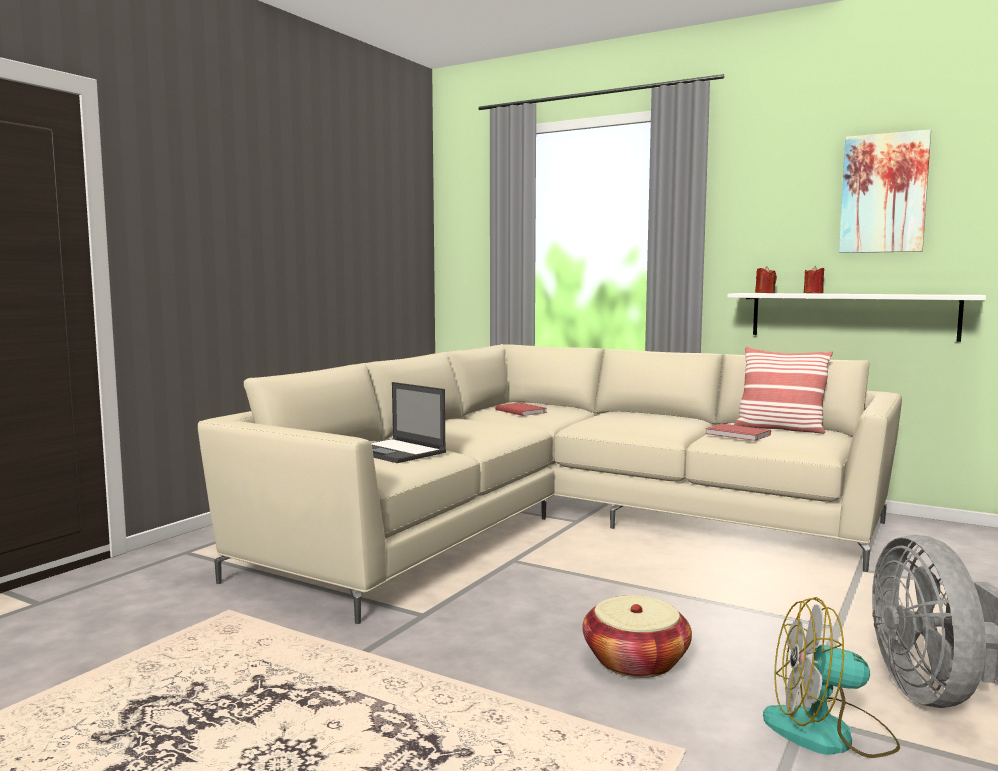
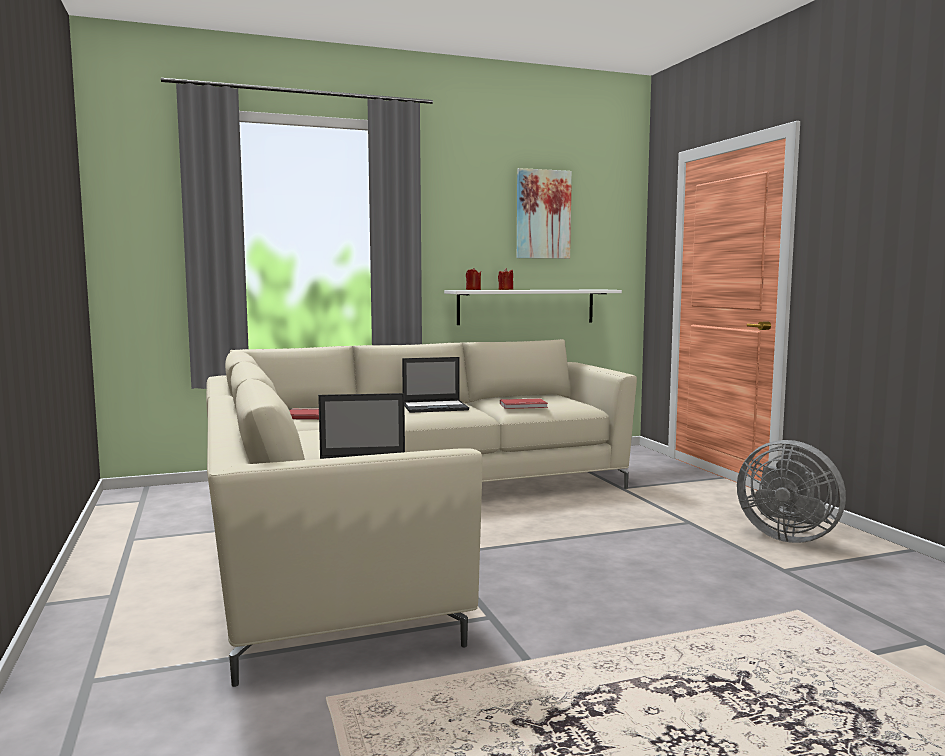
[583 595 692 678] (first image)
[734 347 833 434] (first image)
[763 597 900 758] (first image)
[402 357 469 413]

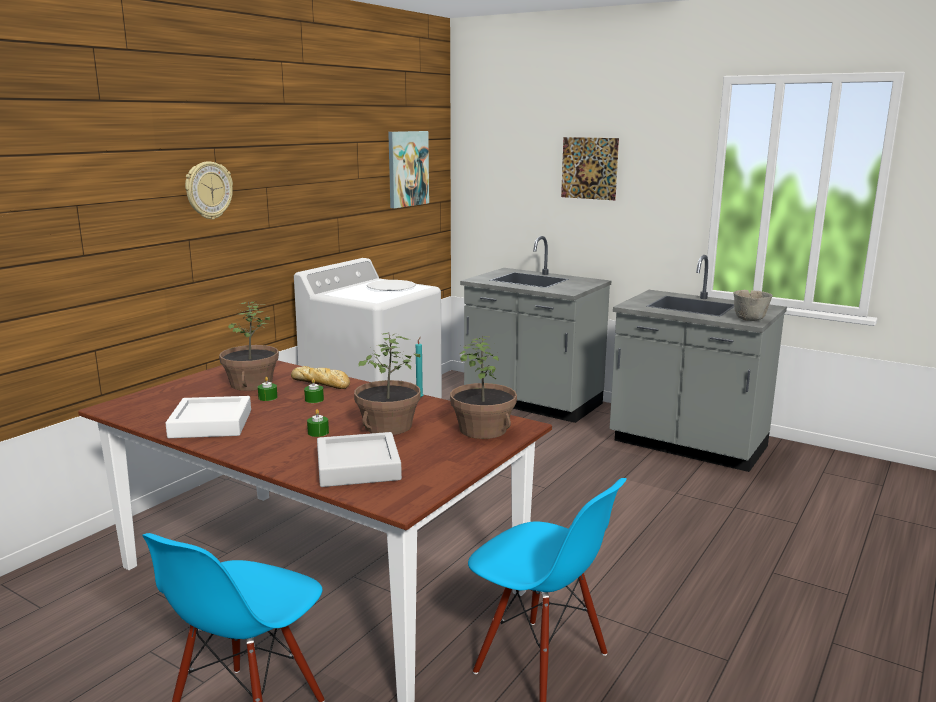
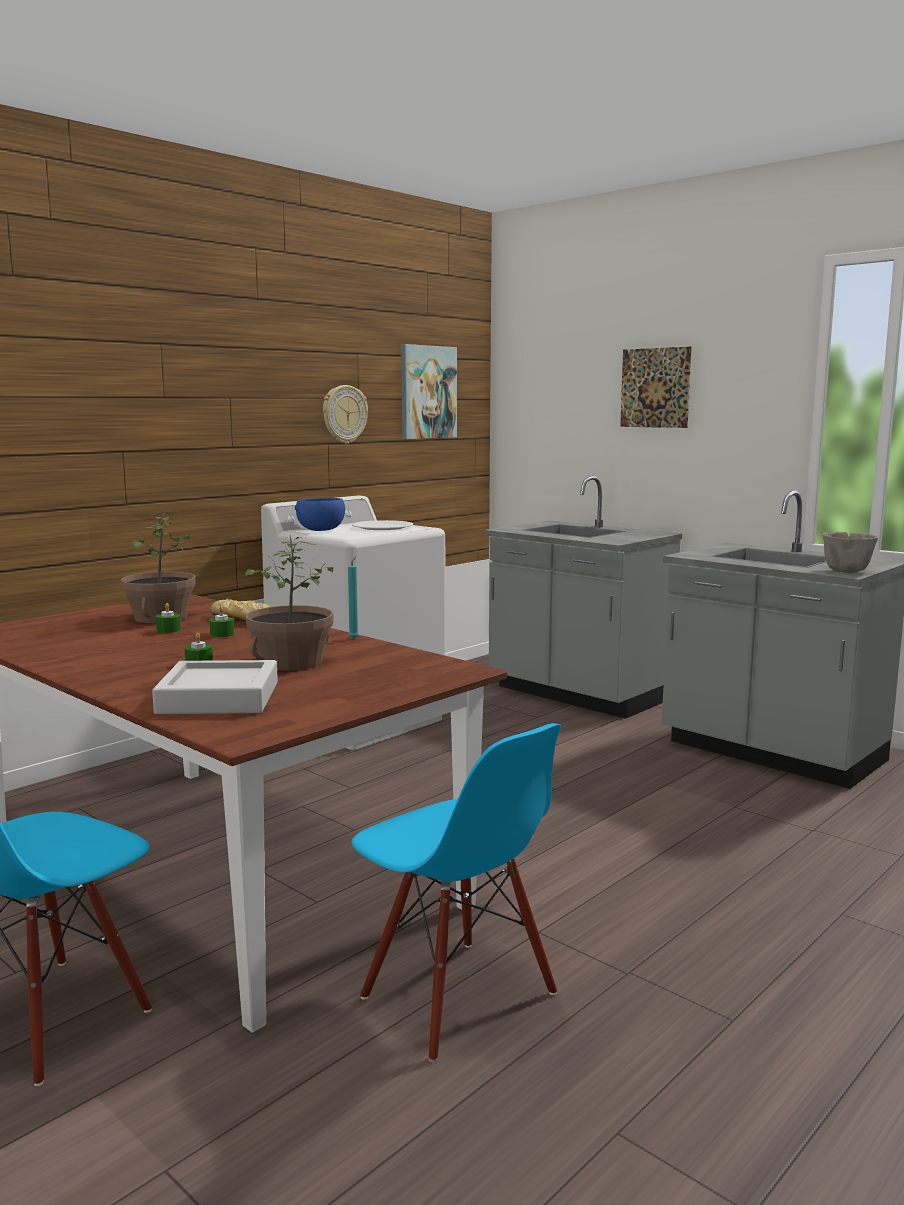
[165 396 251 438] (first image)
[450 335 517 439] (first image)
[295 498 345 531]
[323 385 368 444]

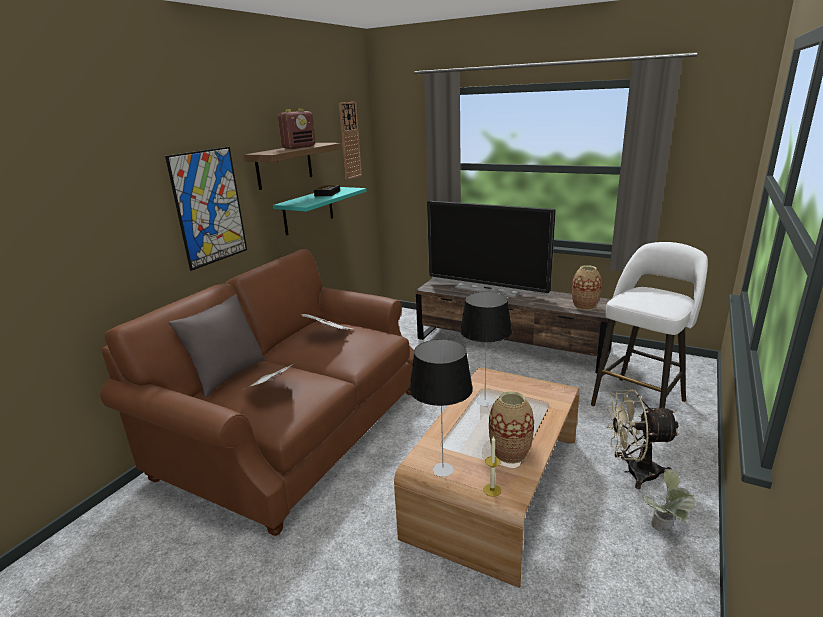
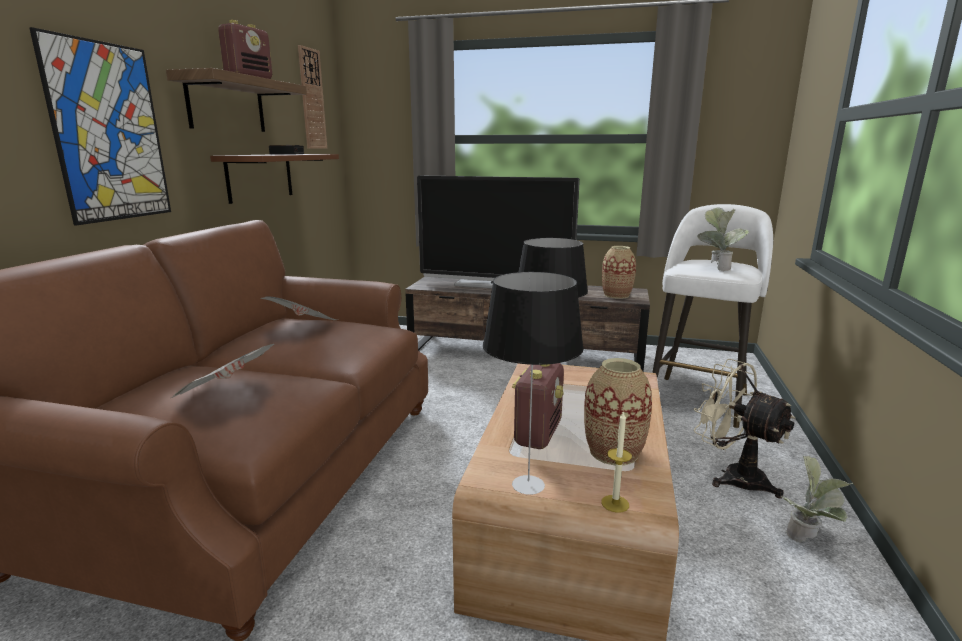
[168 294 266 397] (first image)
[512 363 564 449]
[698 207 749 271]
[210 154 339 204]
[693 359 795 499]

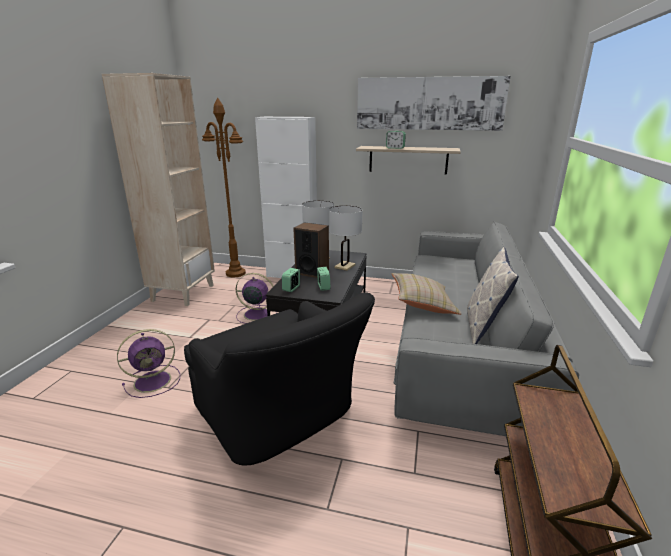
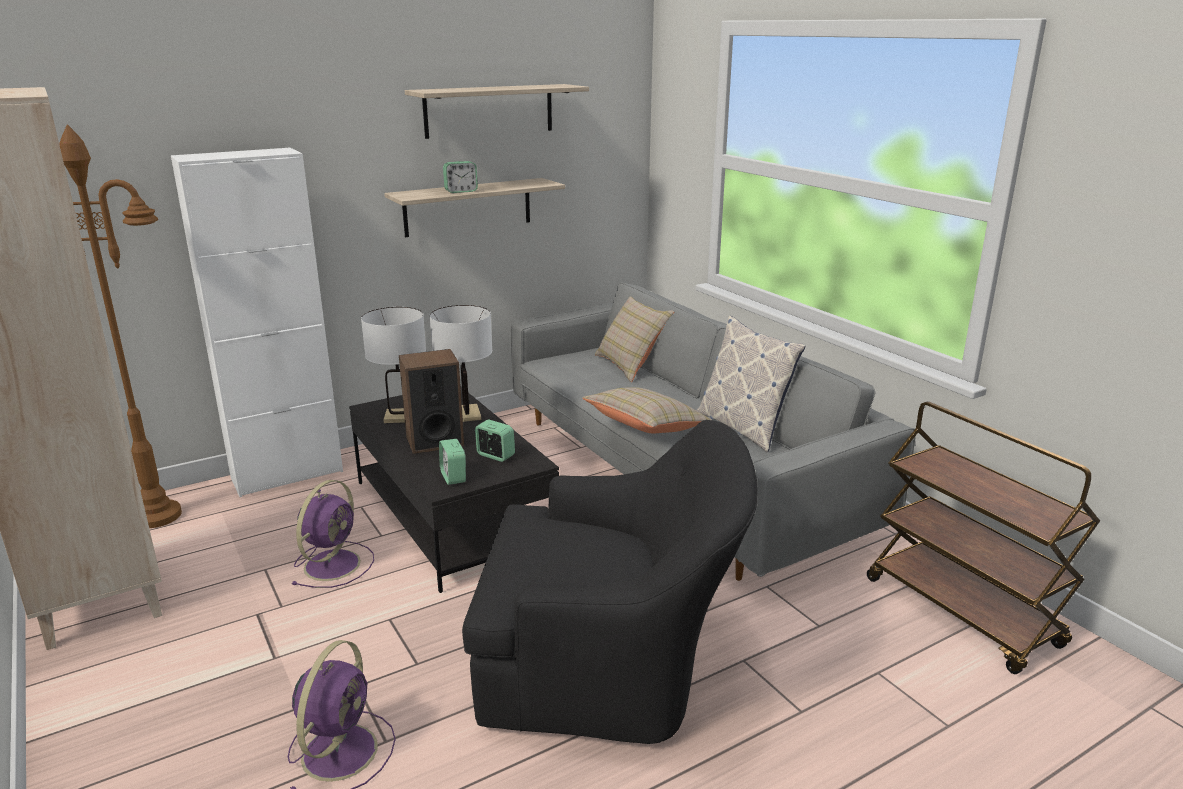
[595 296 675 382]
[405 84 589 139]
[291 480 374 588]

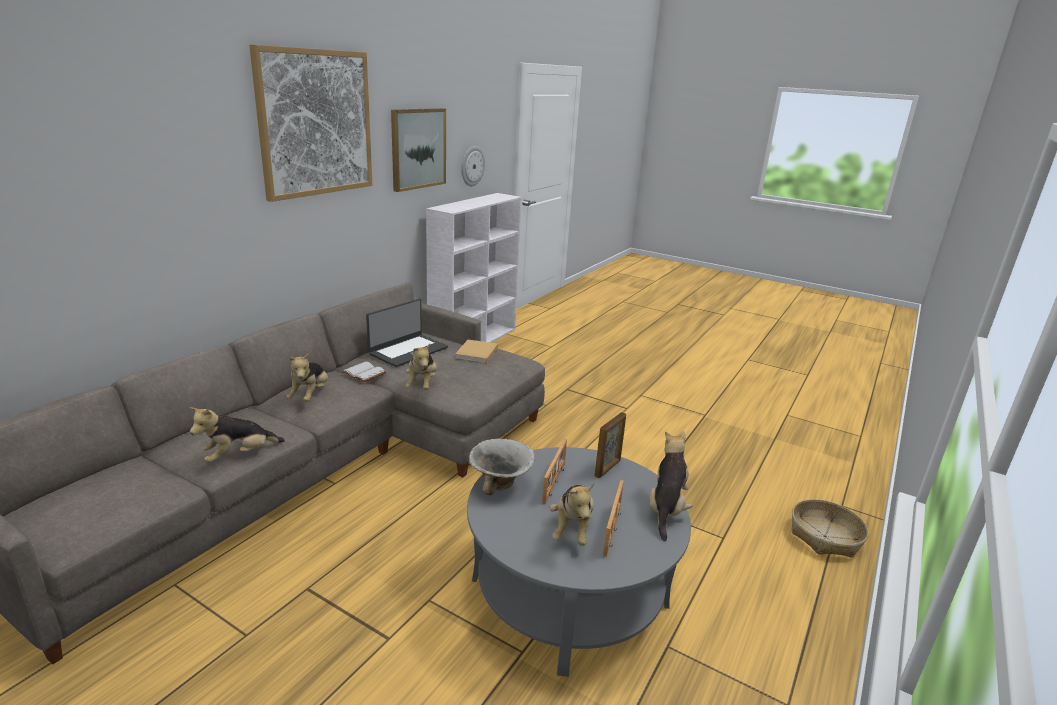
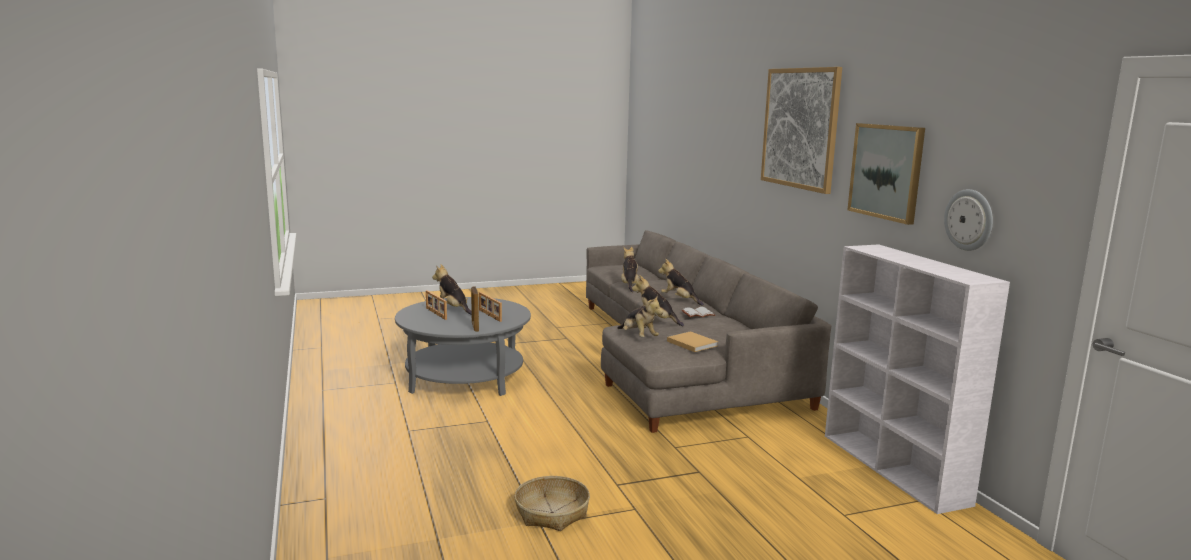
[366 298 448 367] (first image)
[469 438 535 495] (first image)
[617 295 663 337]
[514 476 590 531]

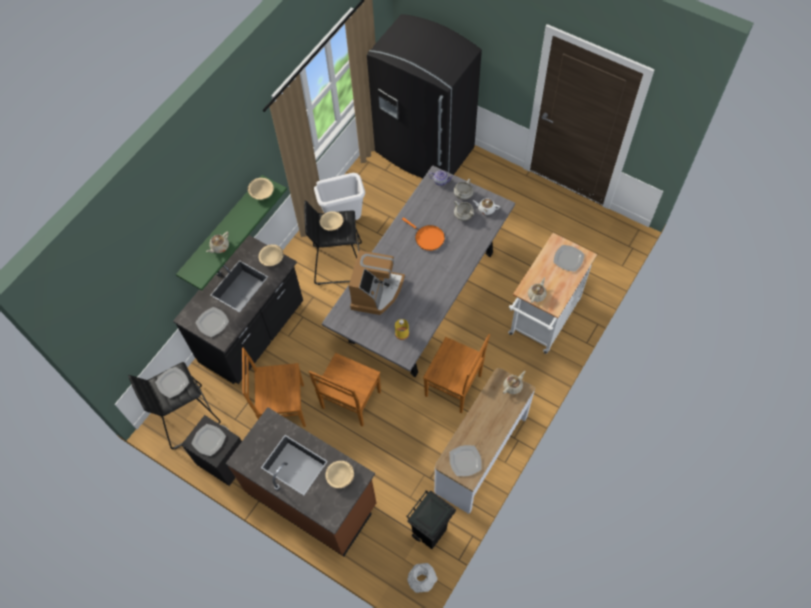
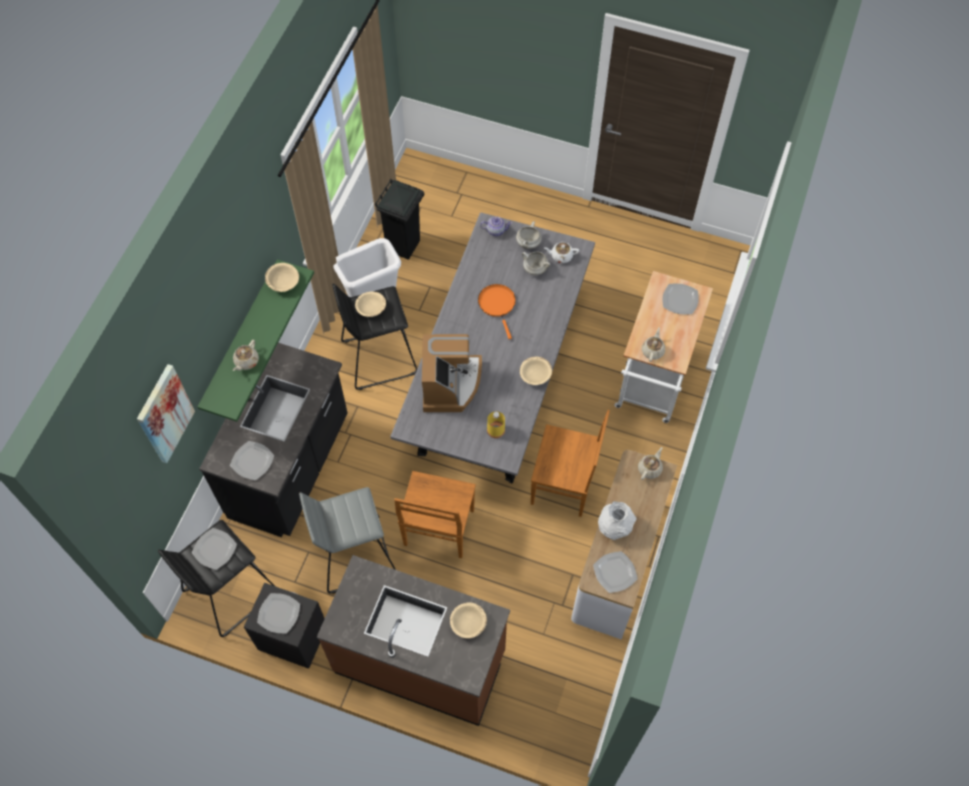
[367 14 482 178] (first image)
[137 364 195 463]
[520 357 552 385]
[375 179 424 260]
[598 501 636 540]
[299 487 396 594]
[478 284 516 339]

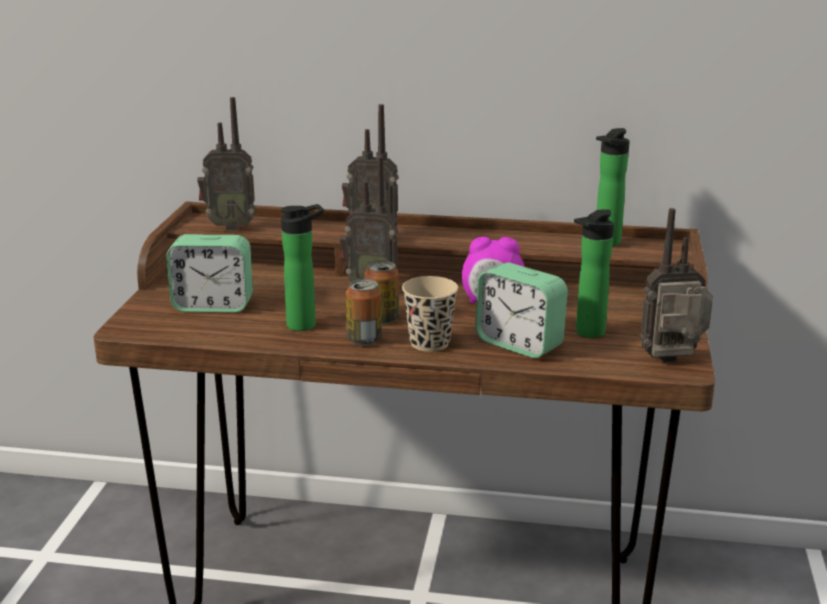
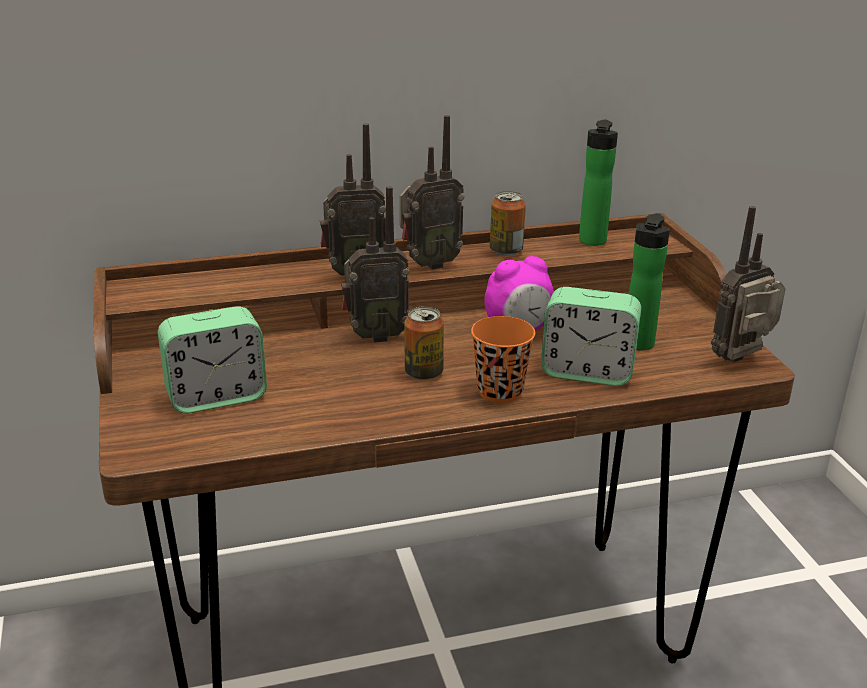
[280 204 324 331] (first image)
[400 115 464 270]
[490 191 526 256]
[471 316 535 403]

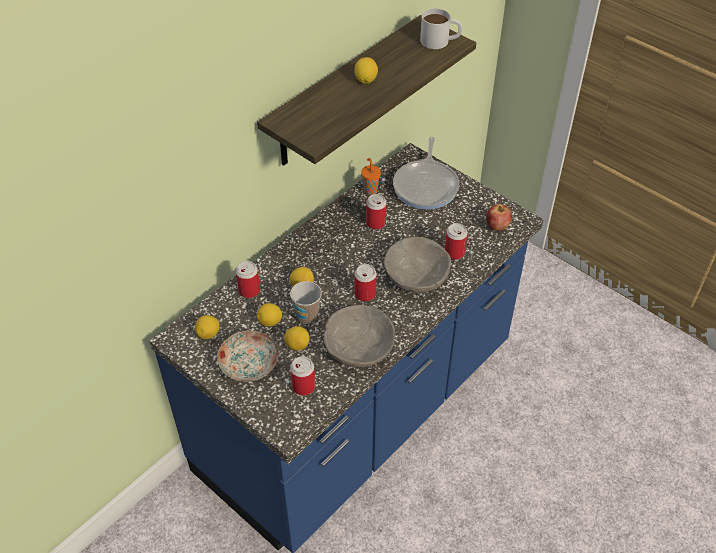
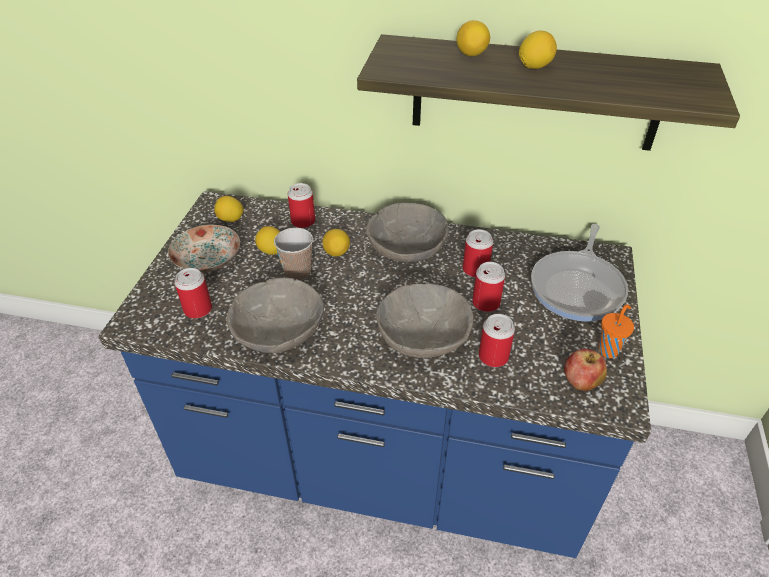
[420 8 462 49] (first image)
[366 203 449 262]
[456 20 490 56]
[472 262 505 312]
[598 304 634 358]
[531 224 628 322]

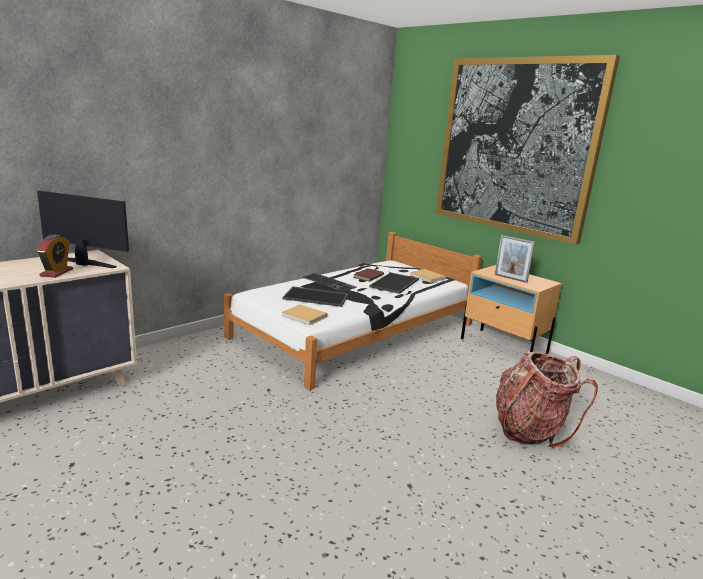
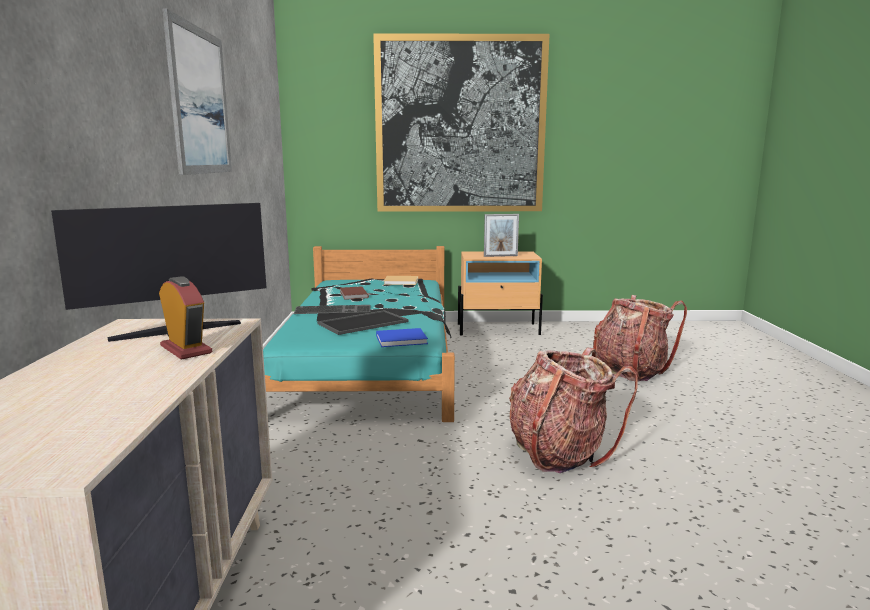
[369 272 419 294] (first image)
[162 9 232 175]
[509 348 638 473]
[263 246 455 422]
[376 328 428 347]

